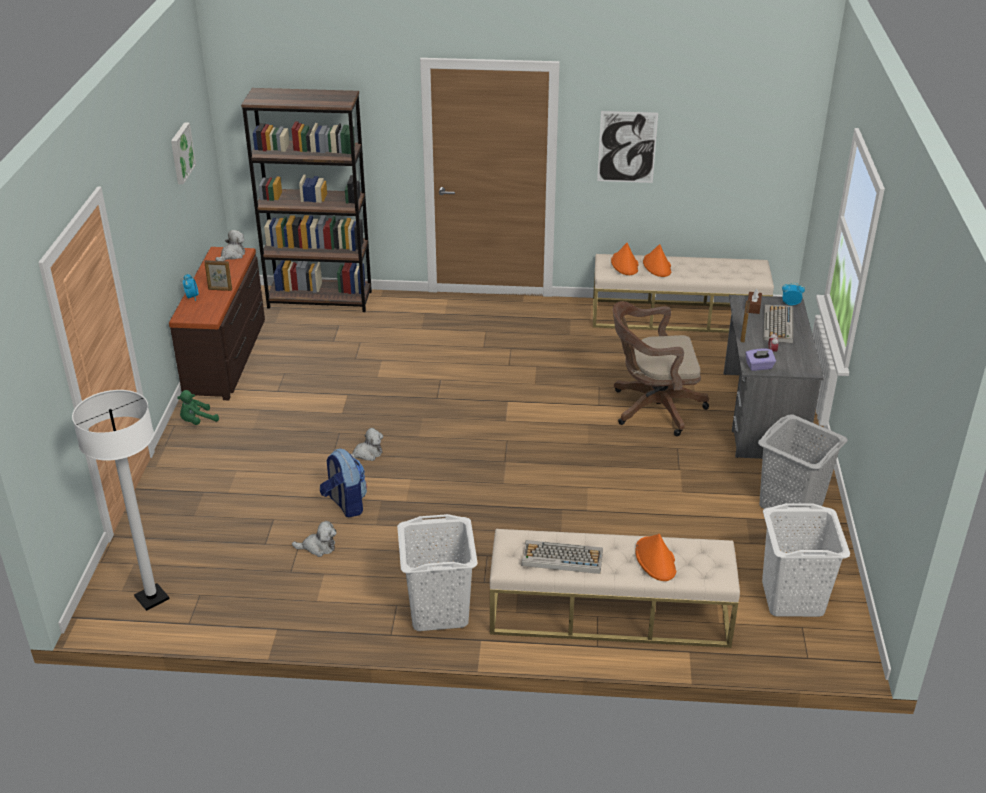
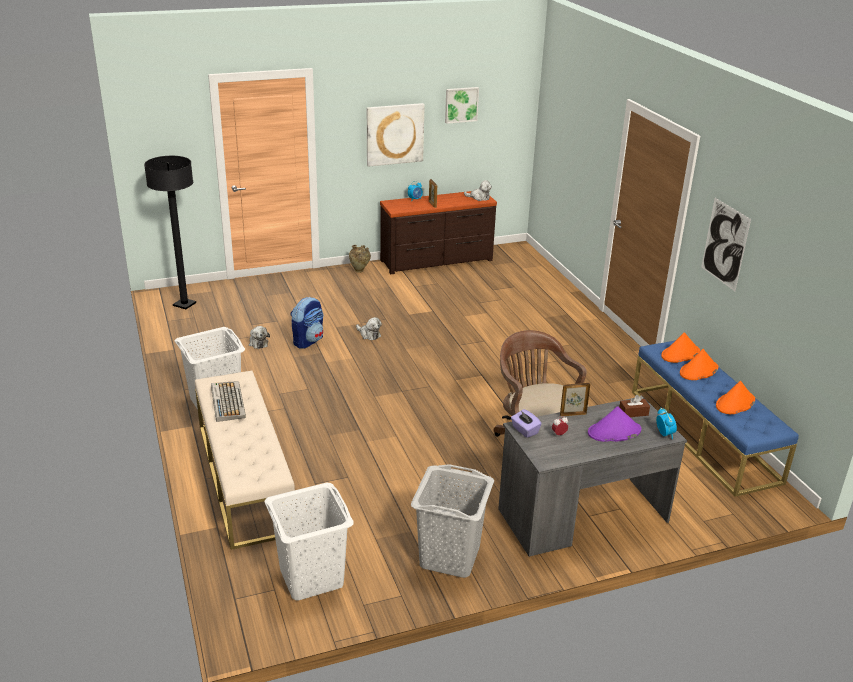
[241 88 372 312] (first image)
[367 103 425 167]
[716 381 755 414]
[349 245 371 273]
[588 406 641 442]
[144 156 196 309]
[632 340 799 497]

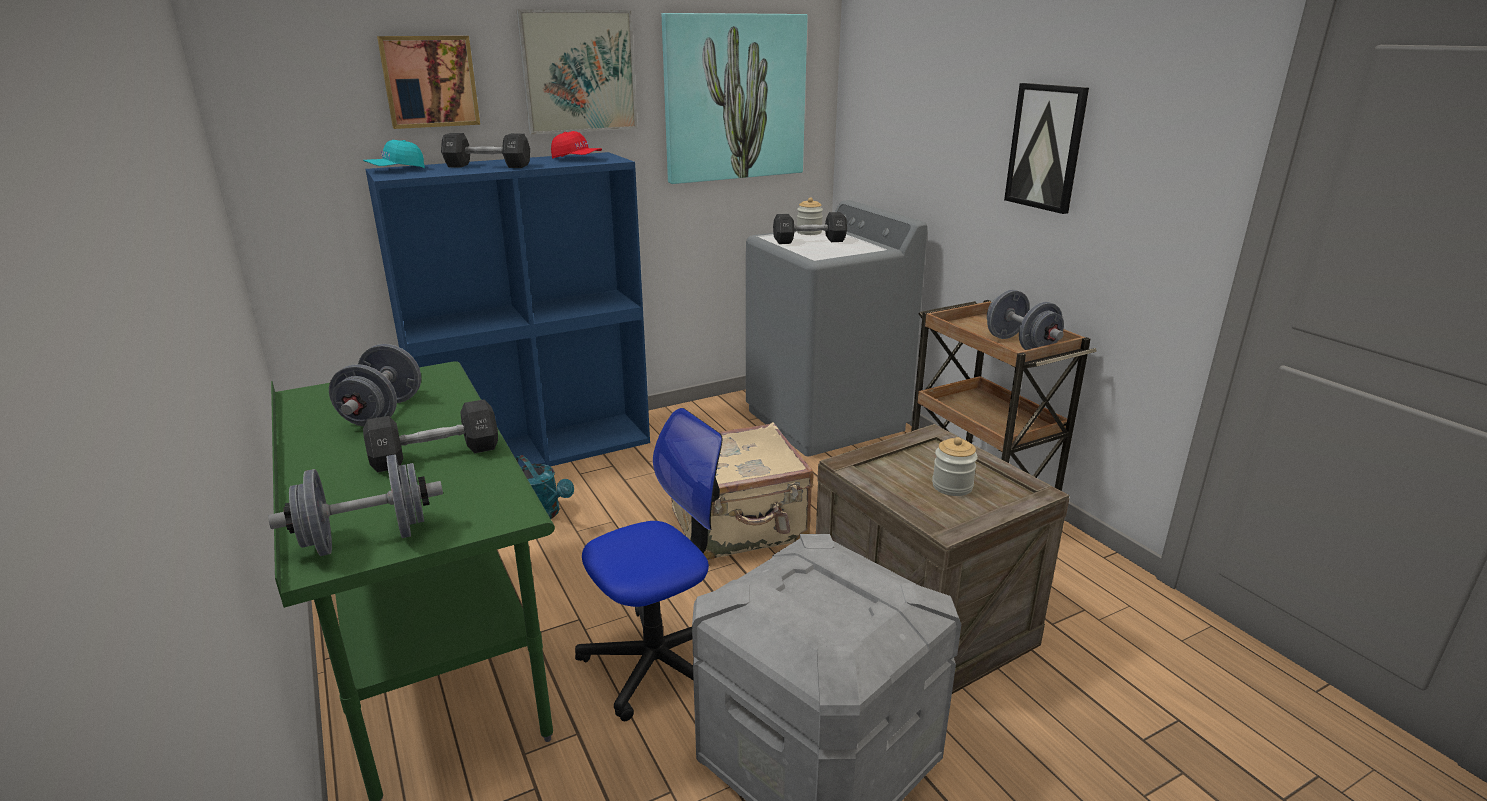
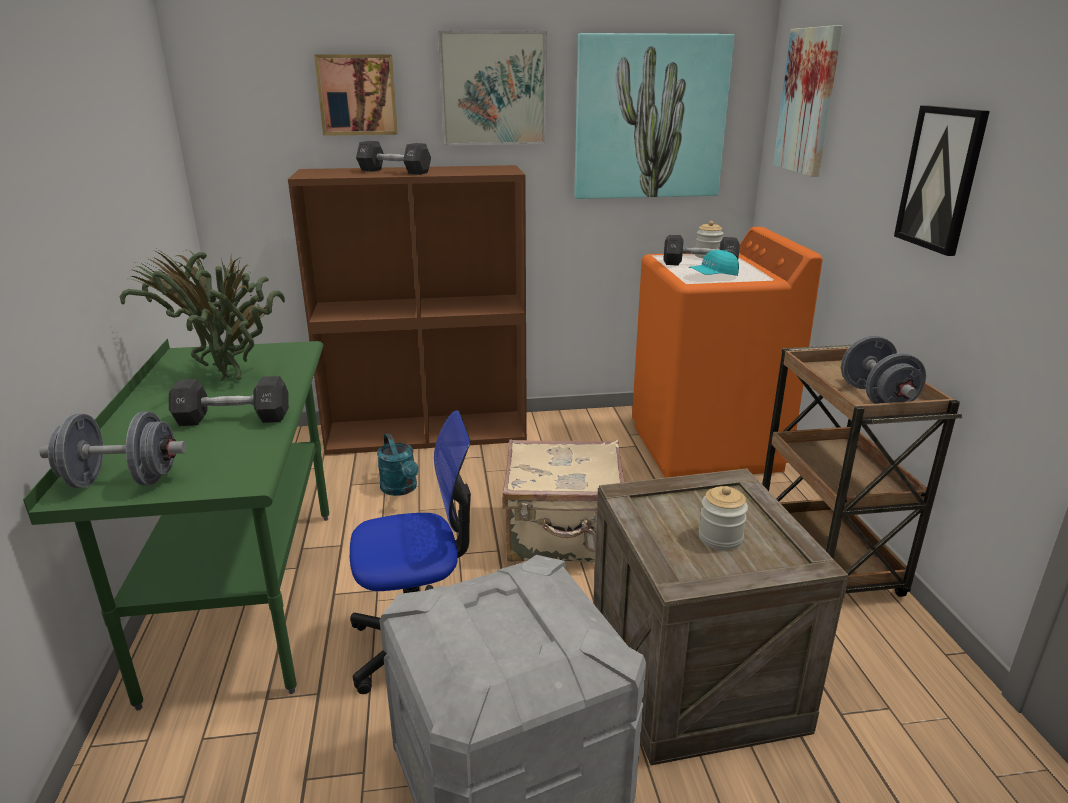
[551 131 602 159] (first image)
[773 25 842 177]
[689 250 739 276]
[120 249 285 381]
[288 165 527 455]
[632 227 823 478]

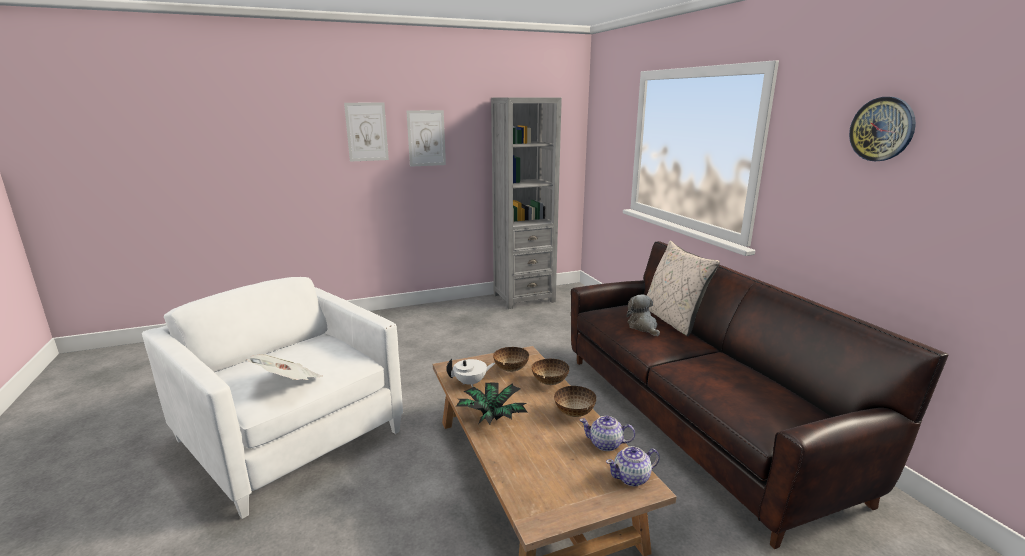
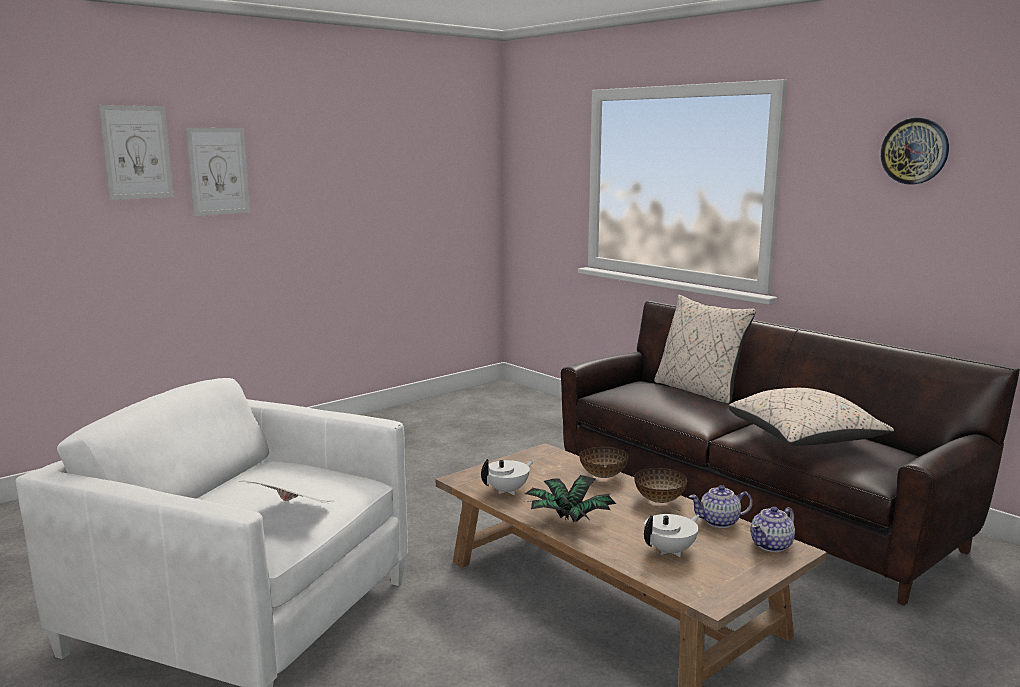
[491 97 562 309] (first image)
[493 347 529 372] (first image)
[627 295 660 336] (first image)
[644 514 700 557]
[728 388 894 446]
[99 105 174 200]

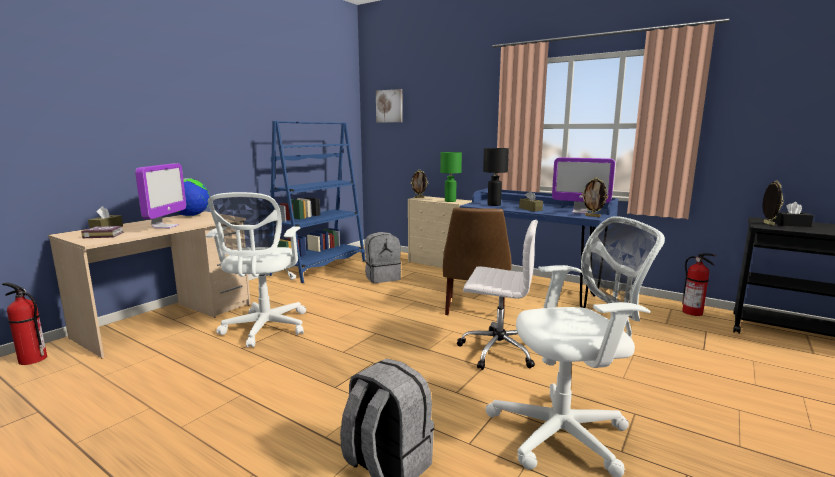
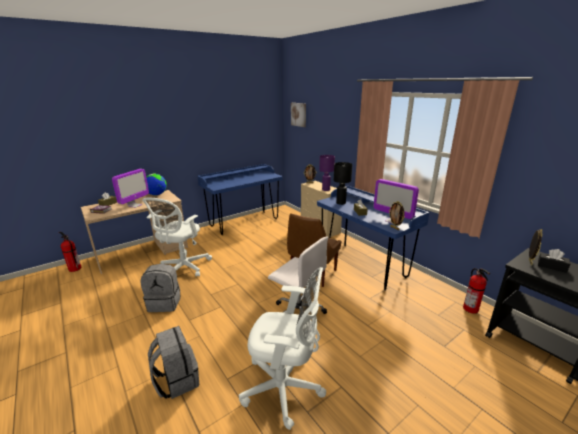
[140 264 180 312]
[197 164 282 235]
[319 155 335 191]

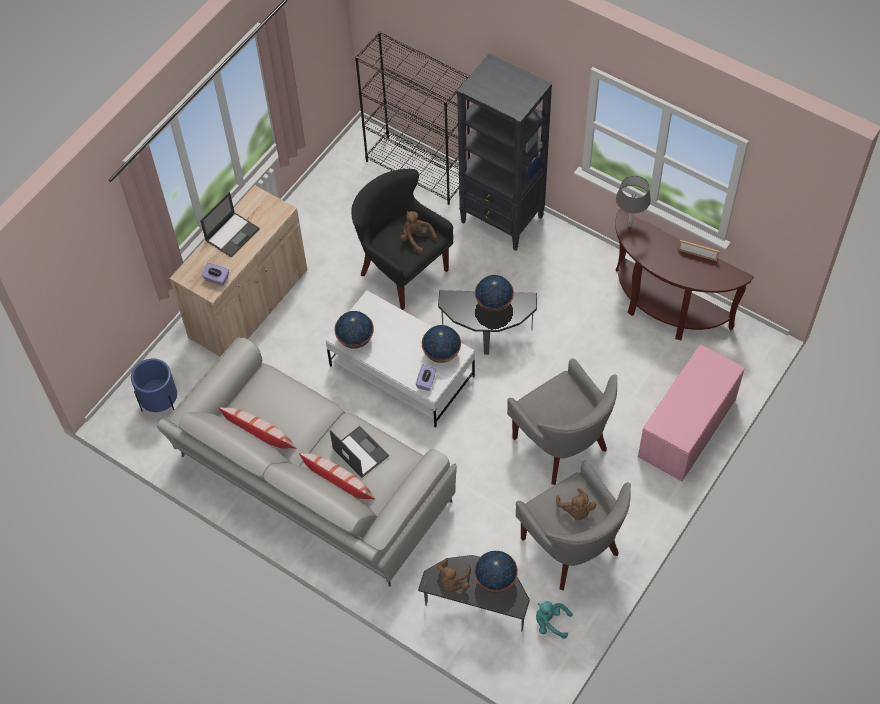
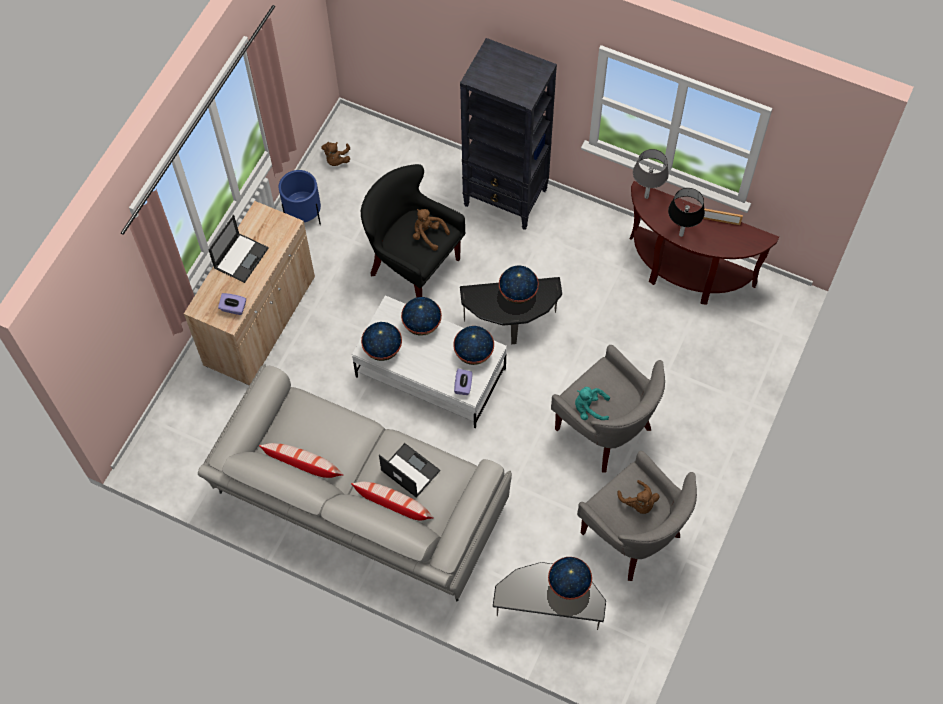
[355 31 470 205] (first image)
[638 345 745 481] (first image)
[401 297 442 336]
[668 188 705 237]
[279 170 321 225]
[321 142 350 166]
[575 387 610 420]

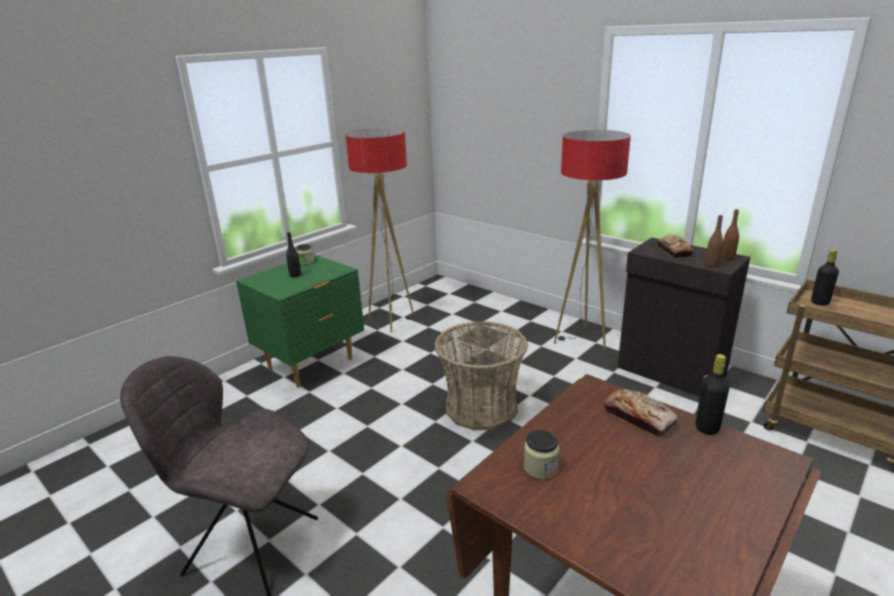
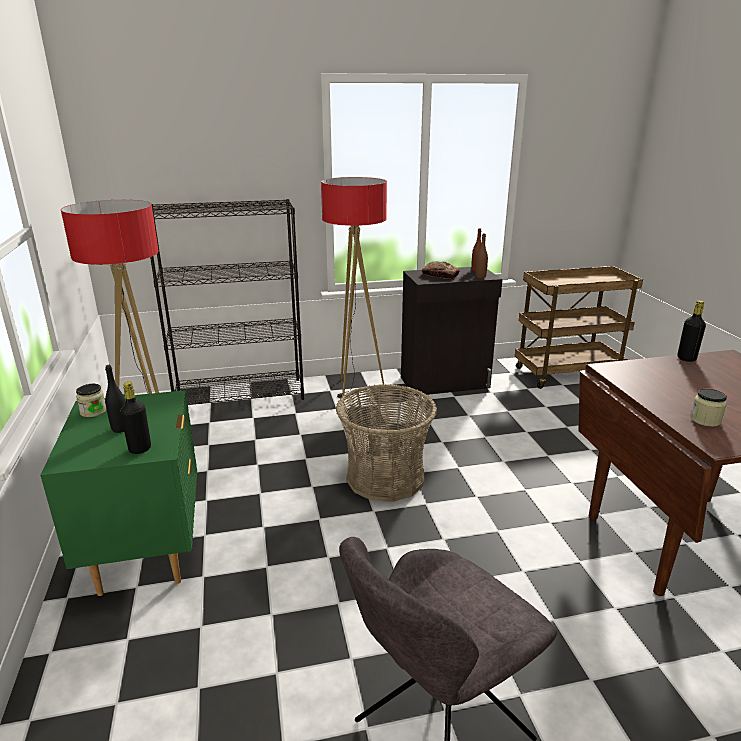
[603 389 678 436] (first image)
[150 199 304 405]
[120 382 151 454]

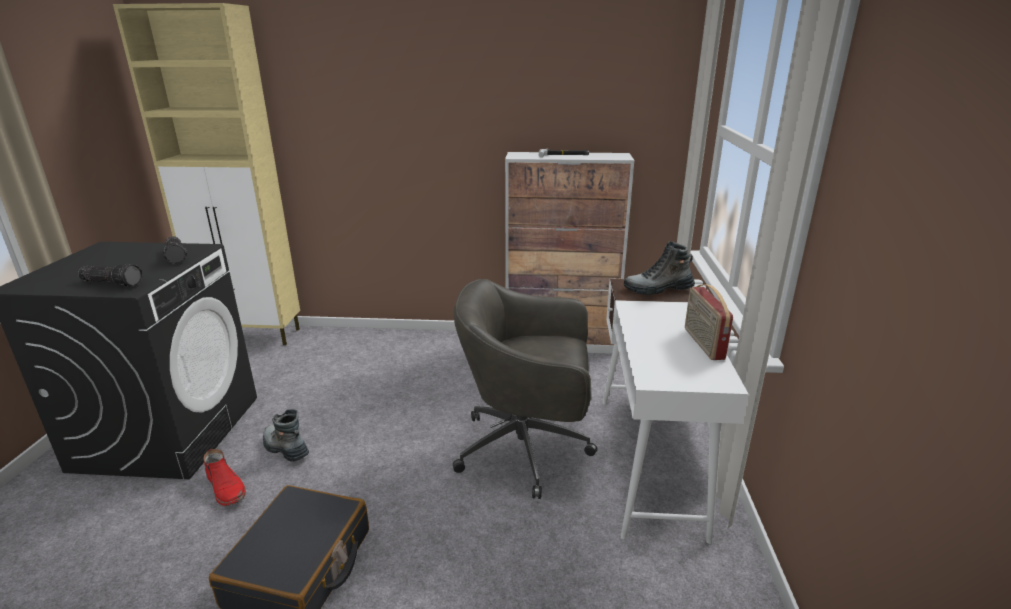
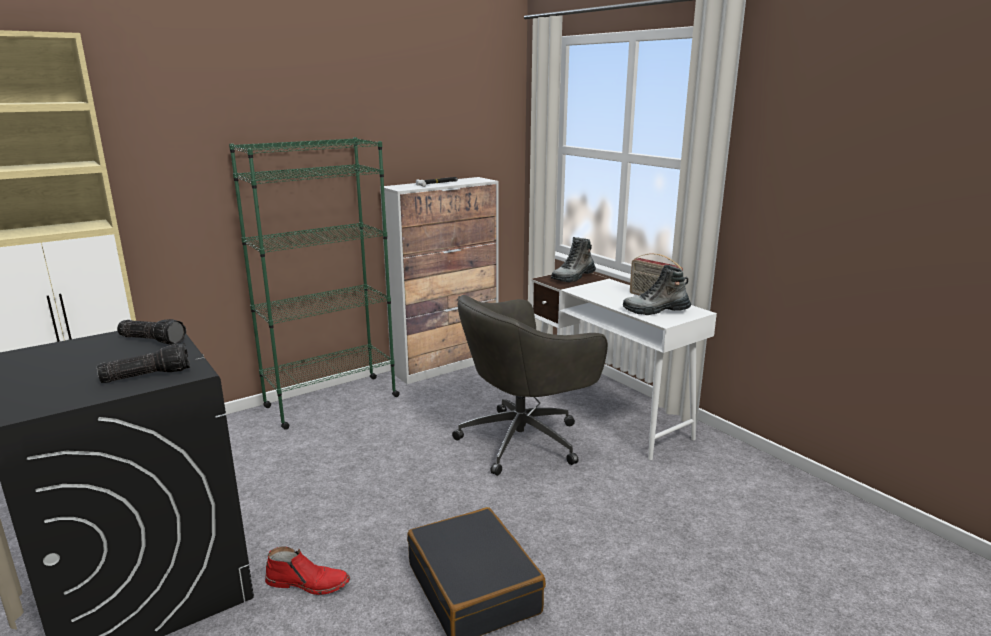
[229 137 400 430]
[623 265 691 315]

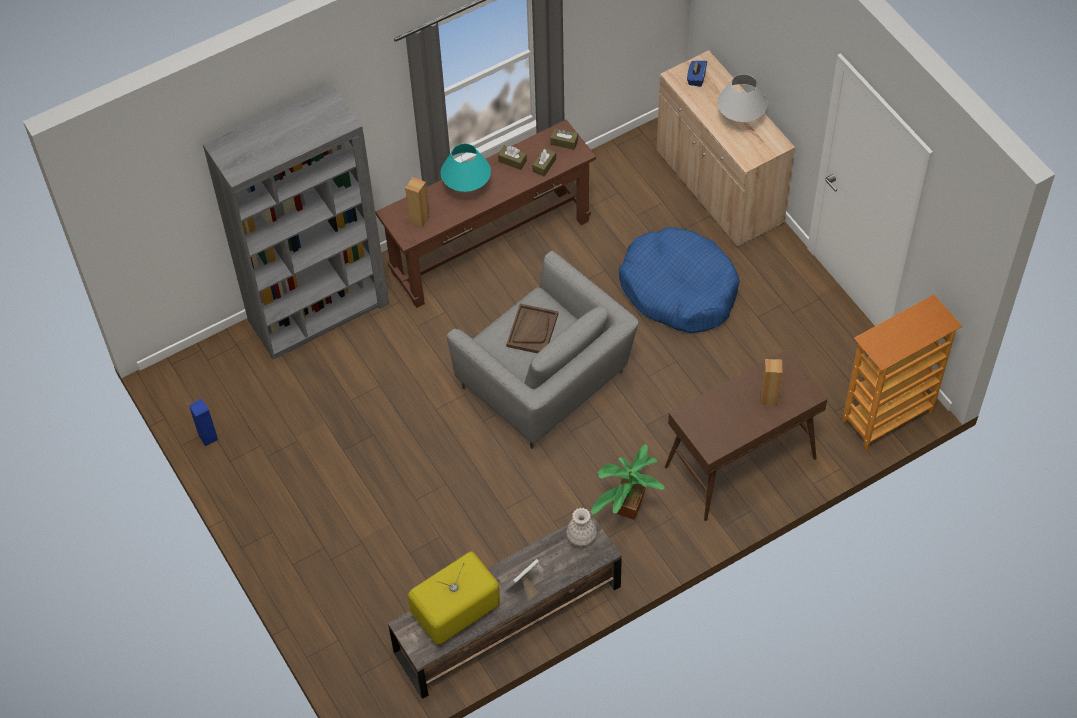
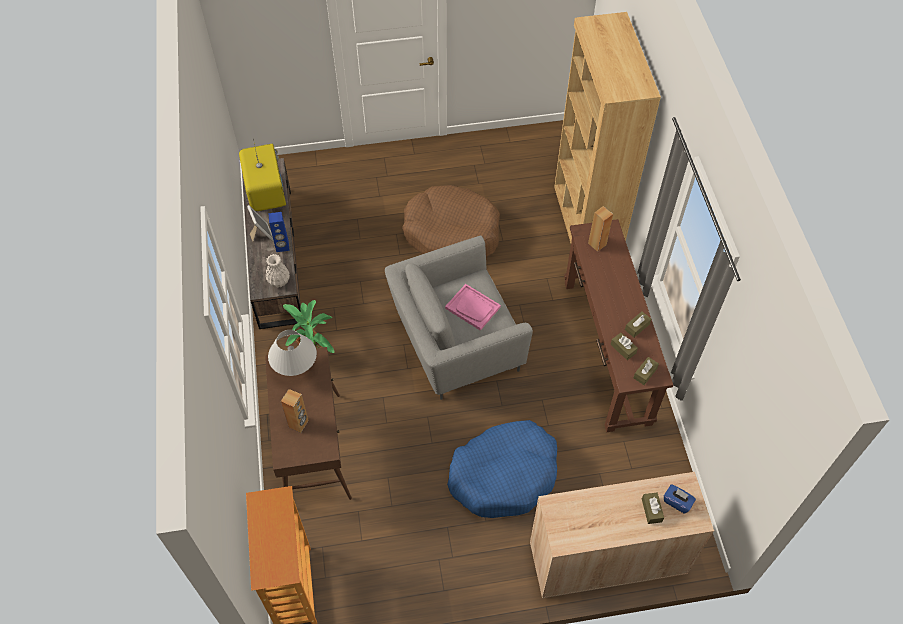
[441 144 491 192] (first image)
[402 185 500 257]
[642 493 664 524]
[268 212 290 252]
[268 330 317 376]
[554 12 661 243]
[445 284 501 331]

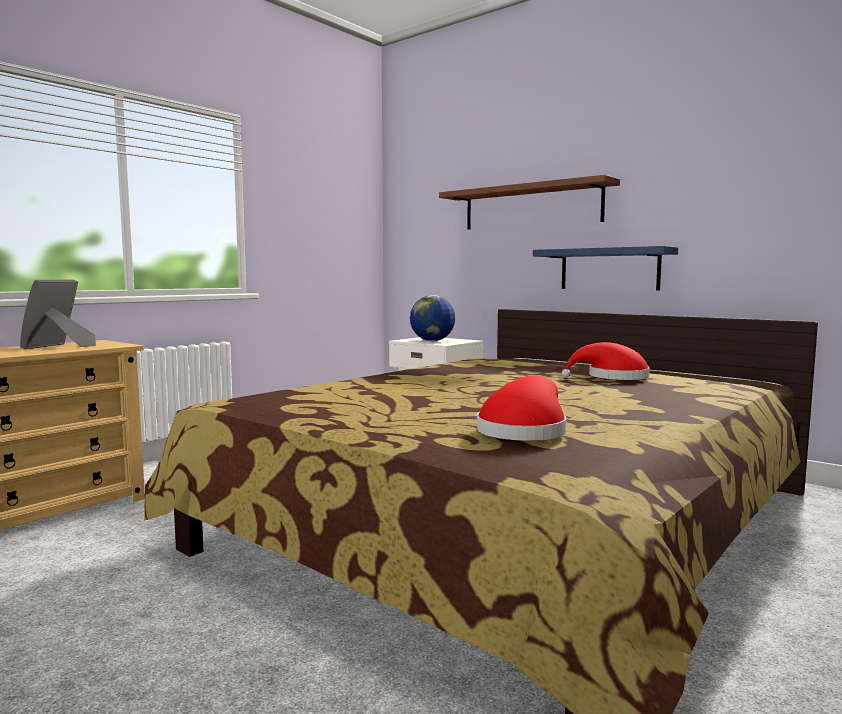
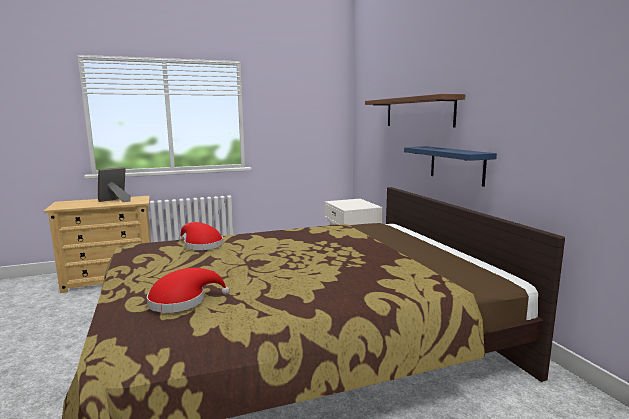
[410 295 455 341] (first image)
[178 222 223 250]

